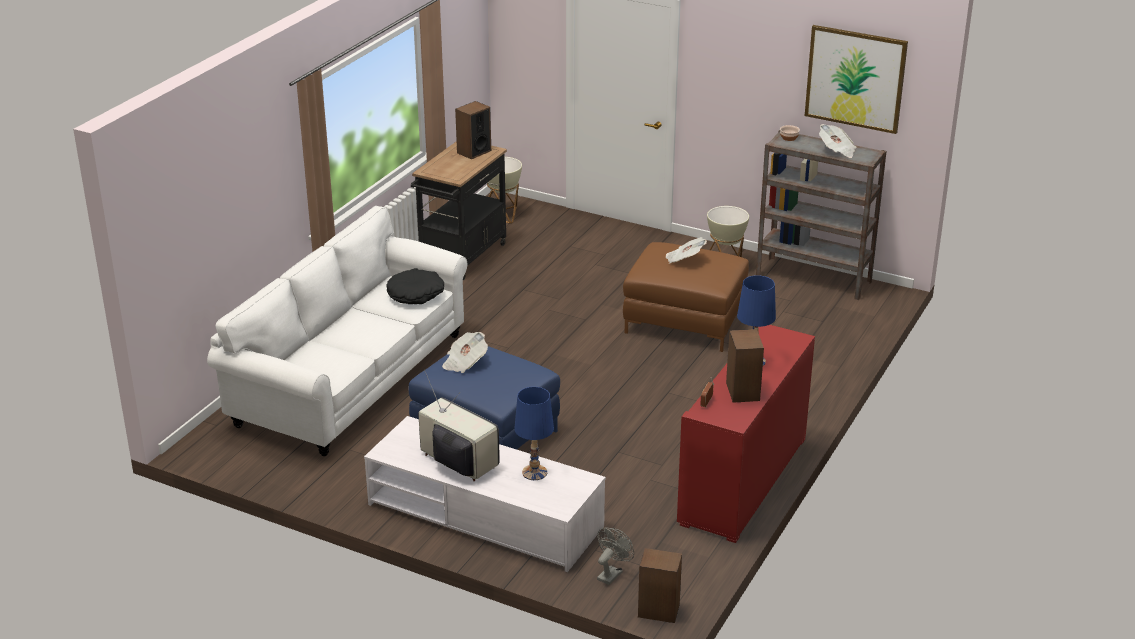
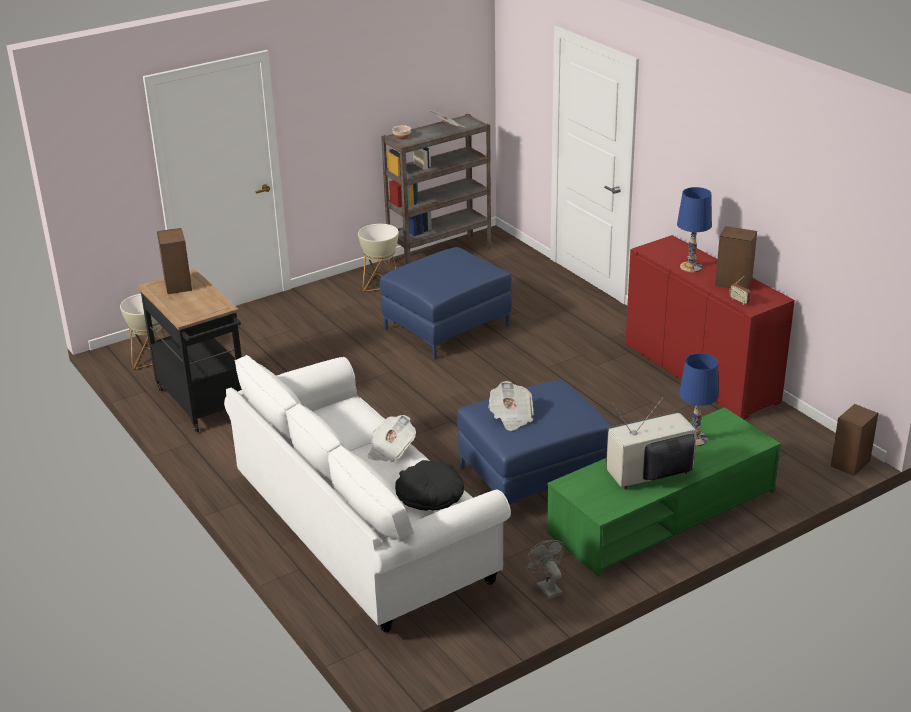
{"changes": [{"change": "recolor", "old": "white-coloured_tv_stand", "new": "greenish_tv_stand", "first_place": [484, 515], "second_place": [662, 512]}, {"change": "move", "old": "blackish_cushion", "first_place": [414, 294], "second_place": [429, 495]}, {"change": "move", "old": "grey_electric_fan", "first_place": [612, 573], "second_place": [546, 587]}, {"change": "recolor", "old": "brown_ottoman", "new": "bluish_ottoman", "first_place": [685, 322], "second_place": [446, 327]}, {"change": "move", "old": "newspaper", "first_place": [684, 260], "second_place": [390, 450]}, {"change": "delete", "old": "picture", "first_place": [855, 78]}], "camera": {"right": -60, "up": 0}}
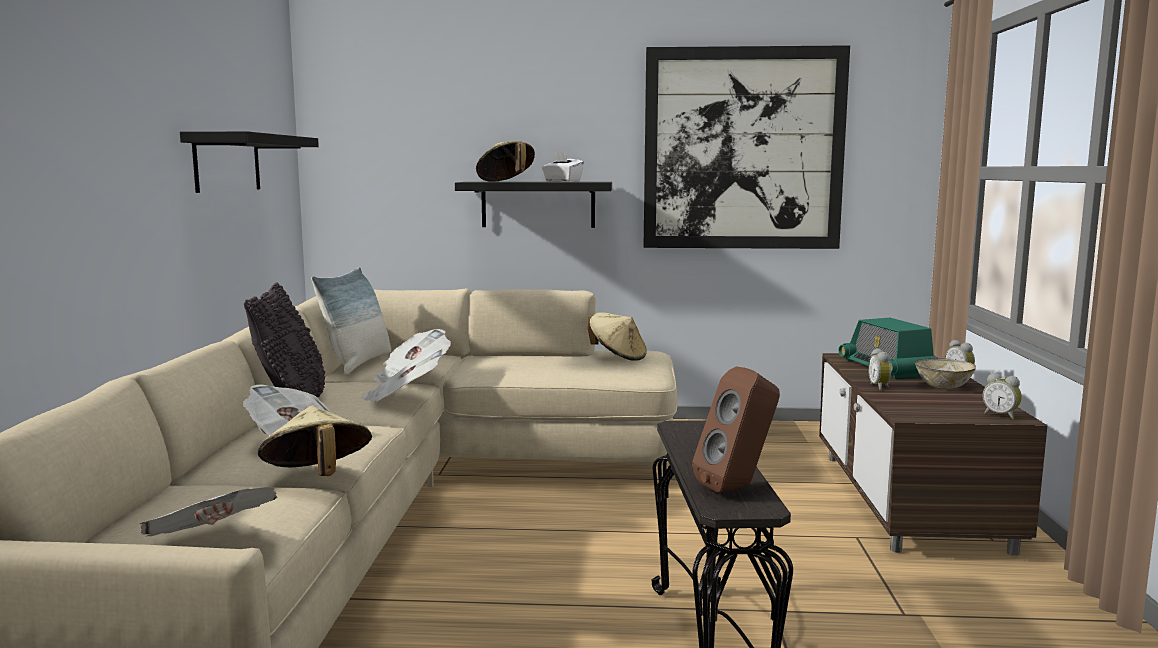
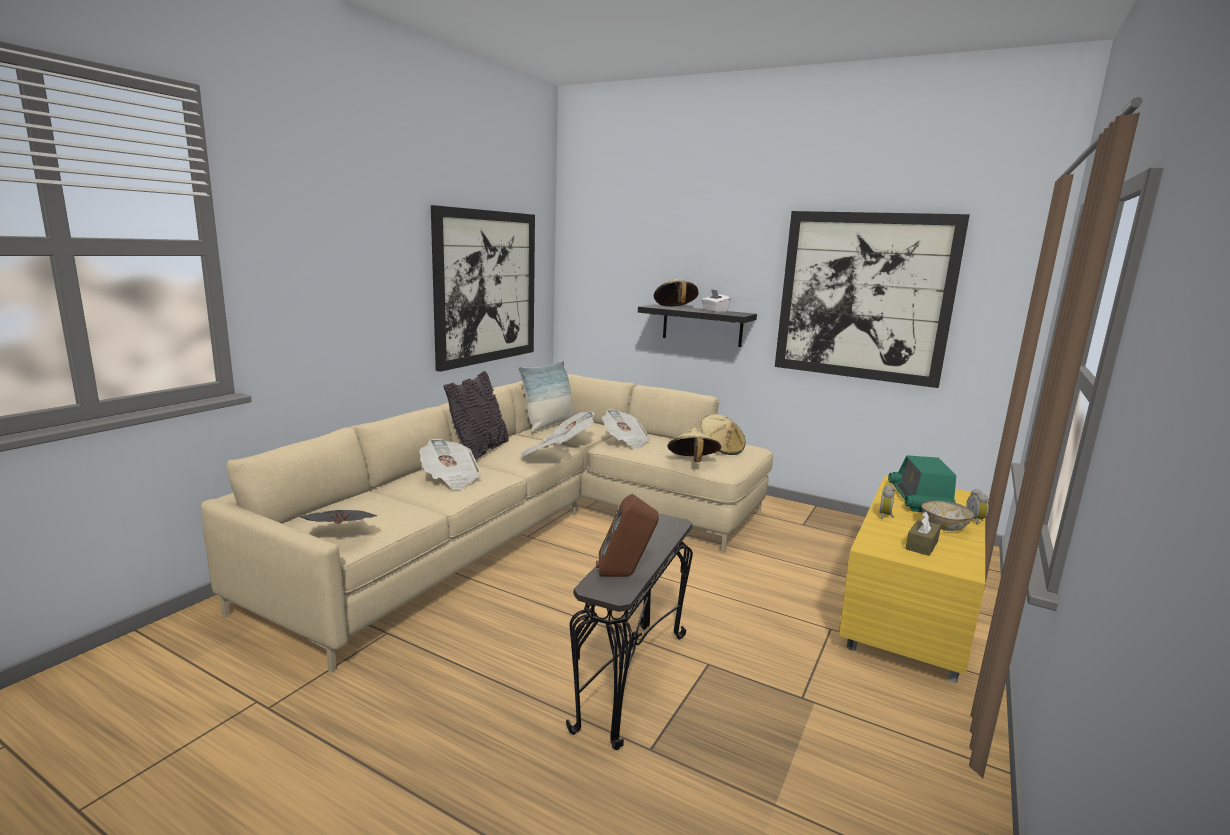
{"changes": [{"change": "replace", "old": "blackish_shelf", "new": "picture", "first_place": [227, 163], "second_place": [486, 287]}, {"change": "move", "old": "beige_clothing_hat", "first_place": [317, 477], "second_place": [692, 462]}, {"change": "recolor", "old": "brown_tv_stand", "new": "yellow_tv_stand", "first_place": [908, 500], "second_place": [908, 611]}, {"change": "delete", "old": "alarm_clock", "first_place": [1001, 415]}, {"change": "insert", "new": "newspaper", "second_place": [625, 442]}, {"change": "insert", "new": "brown_tissue_holder", "second_place": [921, 545]}], "camera": {"right": 25, "up": 5}}
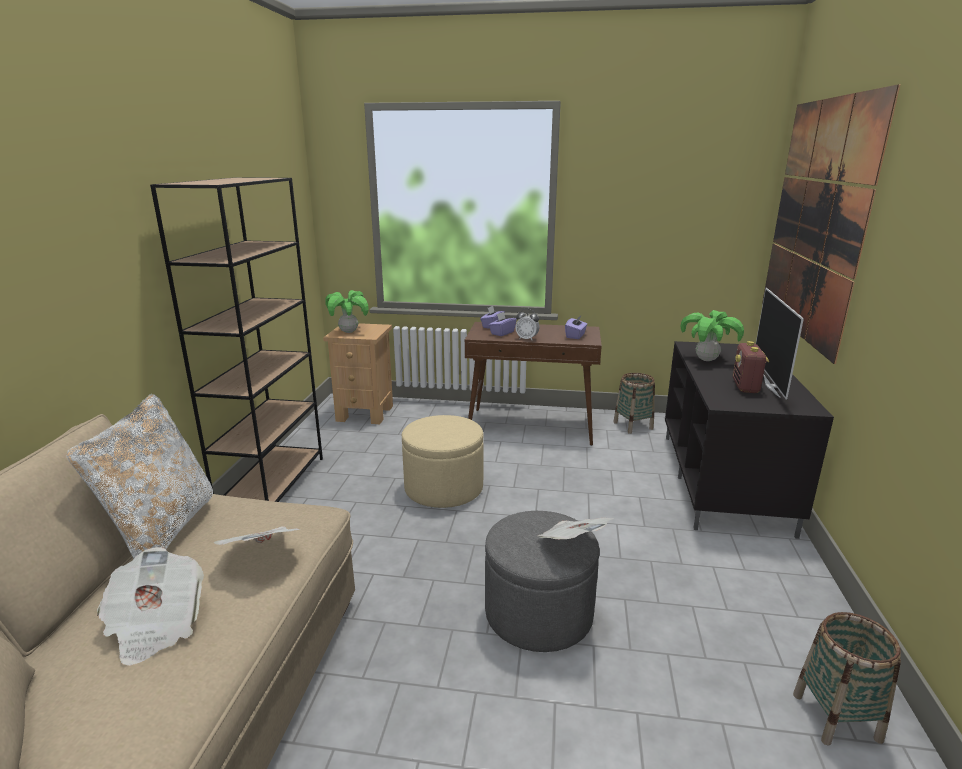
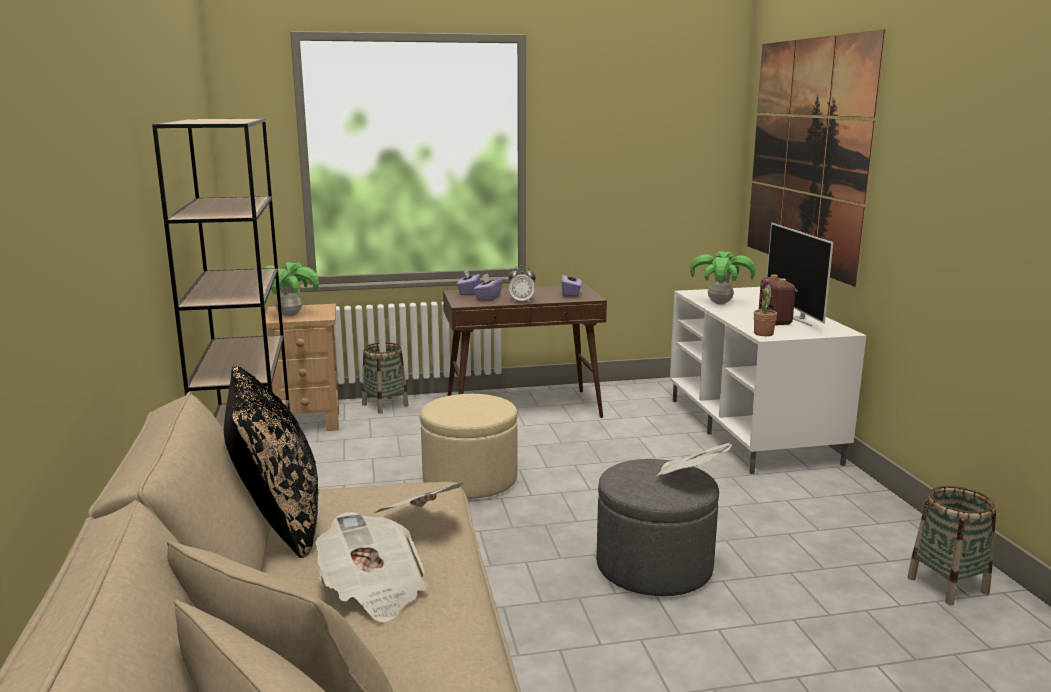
{"changes": [{"change": "recolor", "old": "white-coloured_cushion", "new": "blackish_cushion", "first_place": [165, 532], "second_place": [279, 525]}, {"change": "move", "old": "basket", "first_place": [633, 425], "second_place": [385, 405]}, {"change": "recolor", "old": "blackish_tv_stand", "new": "white-coloured_tv_stand", "first_place": [724, 482], "second_place": [753, 430]}, {"change": "insert", "new": "houseplant", "second_place": [763, 334]}], "camera": {"right": -20, "up": -5}}
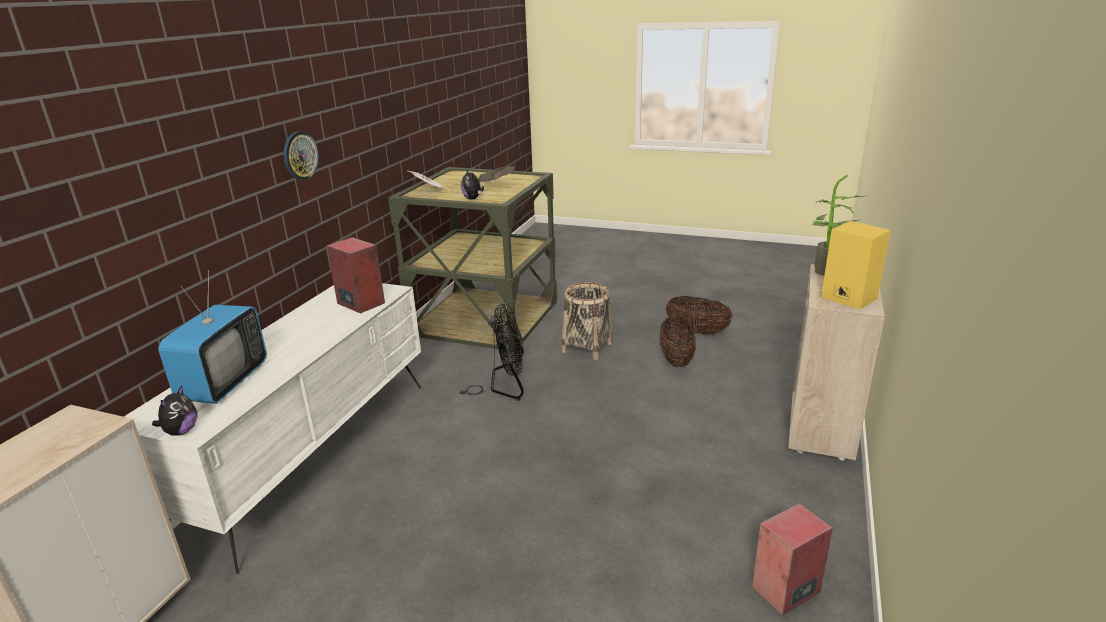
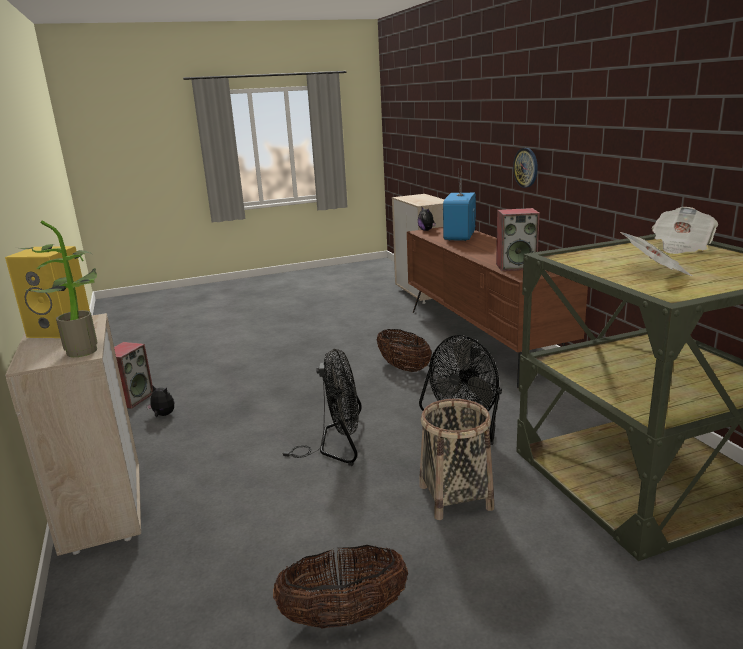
{"changes": [{"change": "recolor", "old": "white-coloured_tv_stand", "new": "brown_tv_stand", "first_place": [313, 455], "second_place": [483, 339]}, {"change": "rotate", "old": "TV", "first_place": [224, 383], "second_place": [460, 237], "degrees": 45}, {"change": "move", "old": "clock_on_the_wall", "first_place": [300, 155], "second_place": [526, 167]}, {"change": "move", "old": "soft_toy", "first_place": [473, 198], "second_place": [163, 415]}, {"change": "move", "old": "basket", "first_place": [676, 359], "second_place": [404, 368]}, {"change": "insert", "new": "blackish_electric_fan", "second_place": [335, 443]}], "camera": {"right": 140, "up": -5}}
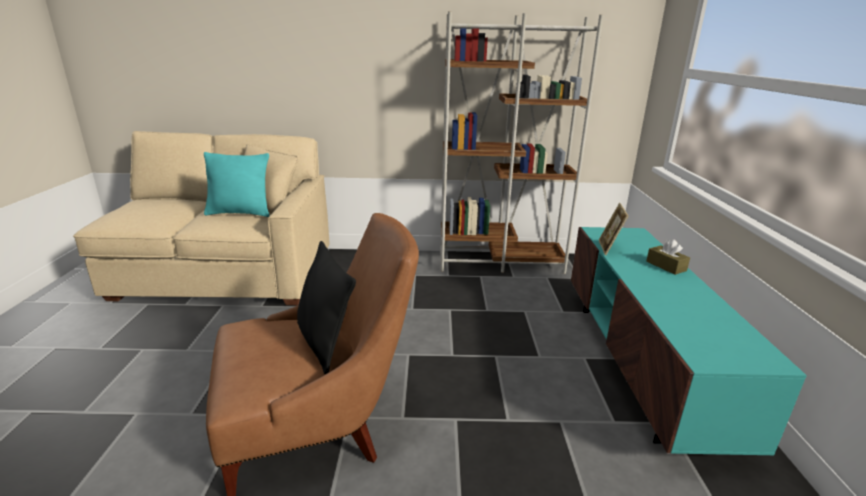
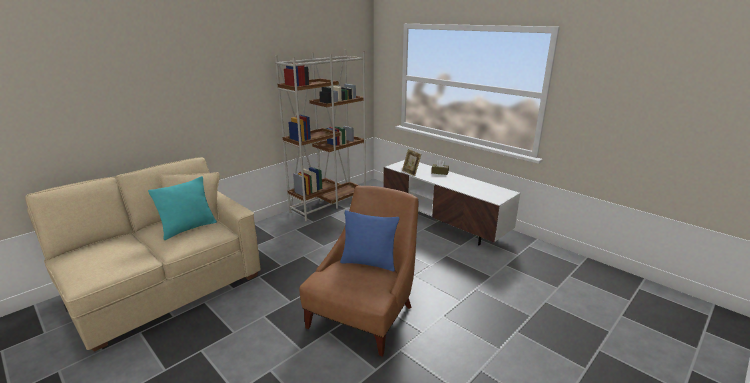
{"changes": [{"change": "recolor", "old": "blackish_cushion", "new": "bluish_cushion", "first_place": [324, 343], "second_place": [369, 263]}, {"change": "recolor", "old": "turquoise_tv_stand", "new": "white-coloured_tv_stand", "first_place": [641, 365], "second_place": [443, 222]}], "camera": {"right": -45, "up": 0}}
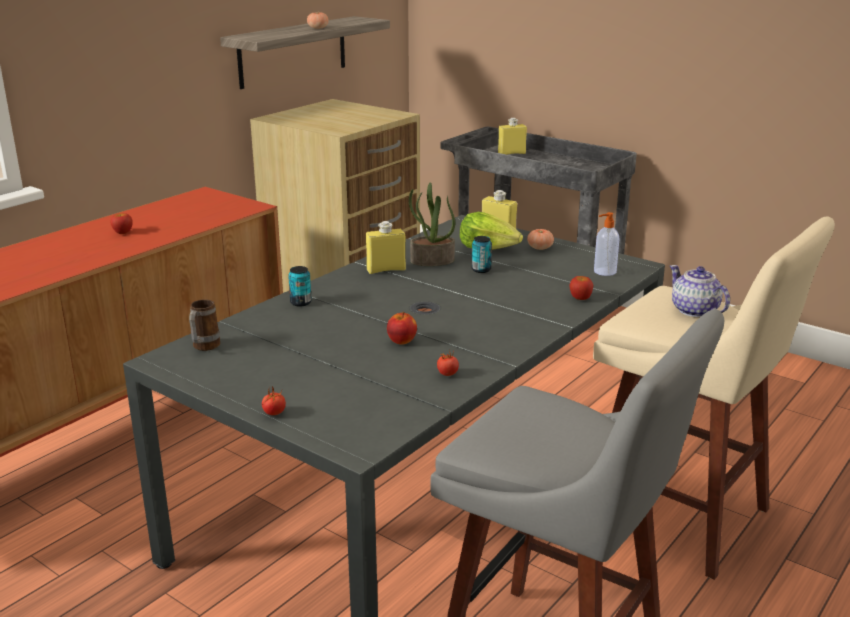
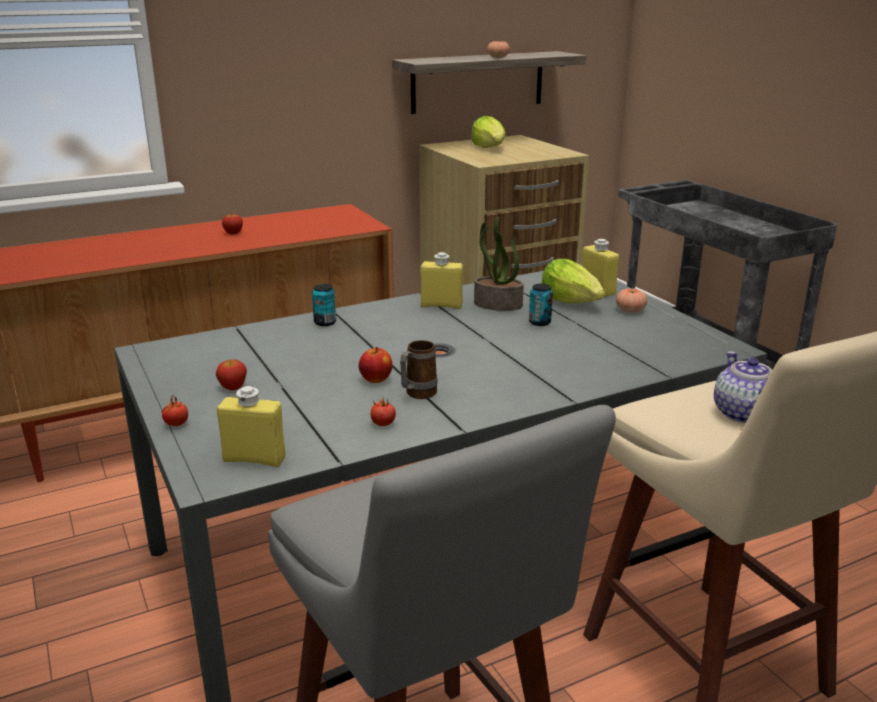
{"changes": [{"change": "move", "old": "coffee_mug", "first_place": [204, 347], "second_place": [417, 395]}, {"change": "move", "old": "yellow_drink_bottle", "first_place": [511, 153], "second_place": [254, 459]}, {"change": "move", "old": "apple", "first_place": [580, 298], "second_place": [233, 387]}, {"change": "delete", "old": "liquid_soap_bottle", "first_place": [604, 272]}, {"change": "insert", "new": "head_of_lettuce", "second_place": [490, 148]}], "camera": {"right": 25, "up": 0}}
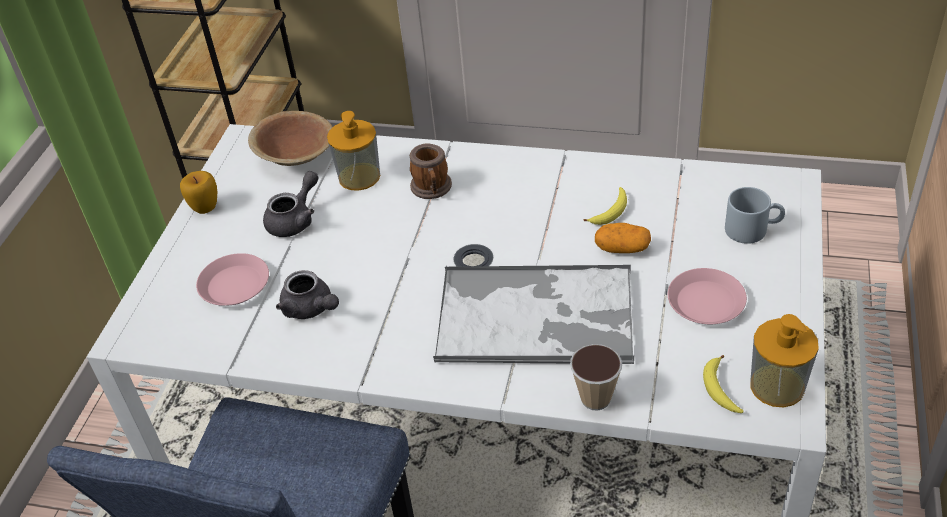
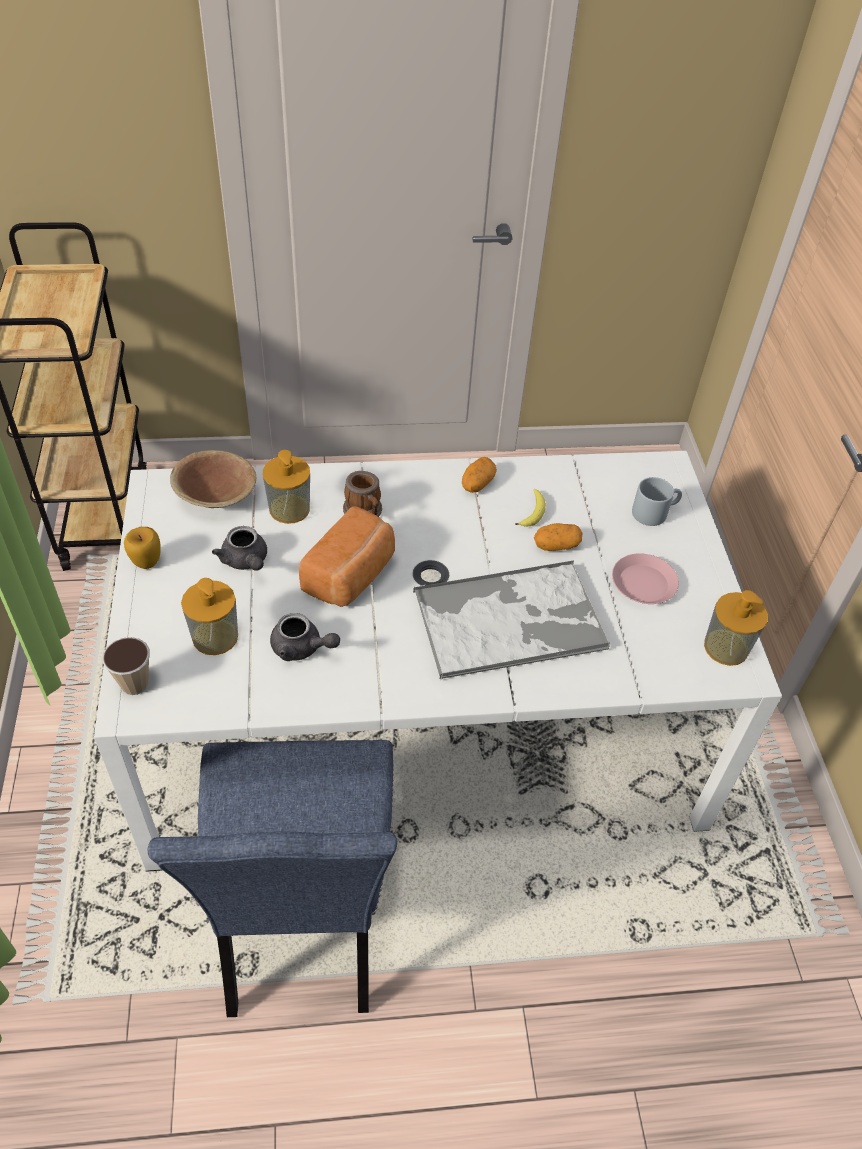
{"changes": [{"change": "replace", "old": "pink_dinner_plate", "new": "liquid_soap_bottle", "first_place": [234, 285], "second_place": [215, 637]}, {"change": "rotate", "old": "grey_tea_pot", "first_place": [295, 220], "second_place": [246, 561], "degrees": 135}, {"change": "move", "old": "drinking_cup", "first_place": [595, 398], "second_place": [135, 684]}, {"change": "delete", "old": "banana", "first_place": [720, 390]}, {"change": "insert", "new": "baked_bread", "second_place": [352, 575]}, {"change": "insert", "new": "spud", "second_place": [477, 483]}], "camera": {"right": -25, "up": 5}}
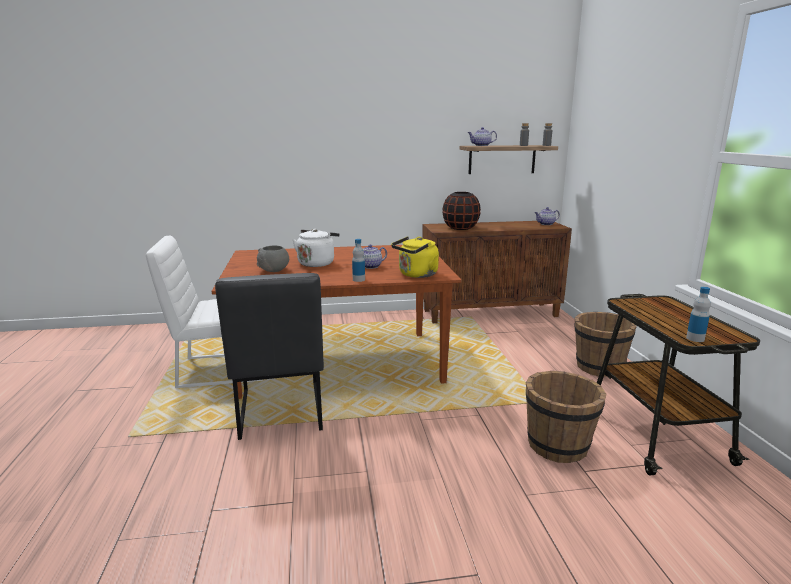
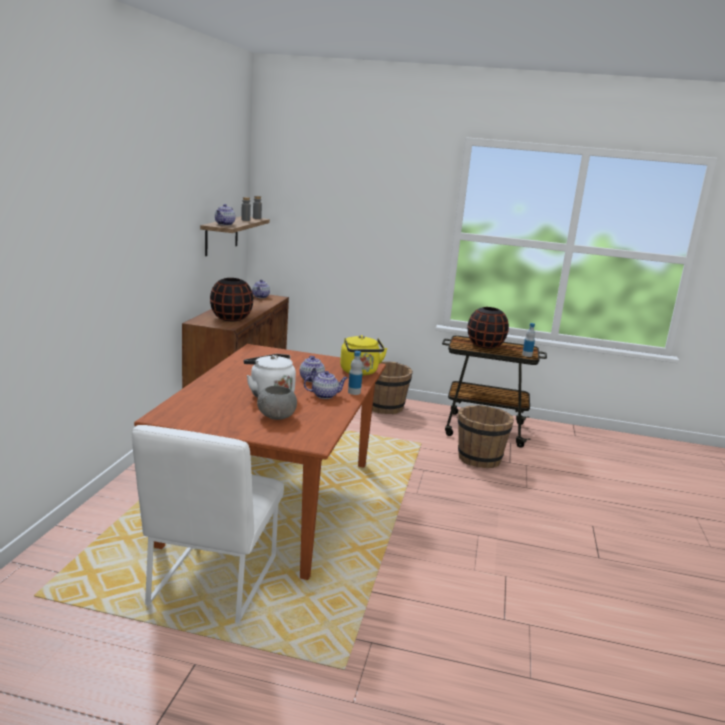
{"changes": [{"change": "delete", "old": "grey_upright_chair", "first_place": [280, 411]}, {"change": "insert", "new": "tea_pot", "second_place": [325, 395]}, {"change": "insert", "new": "blackish_vase", "second_place": [485, 345]}], "camera": {"right": -70, "up": 0}}
